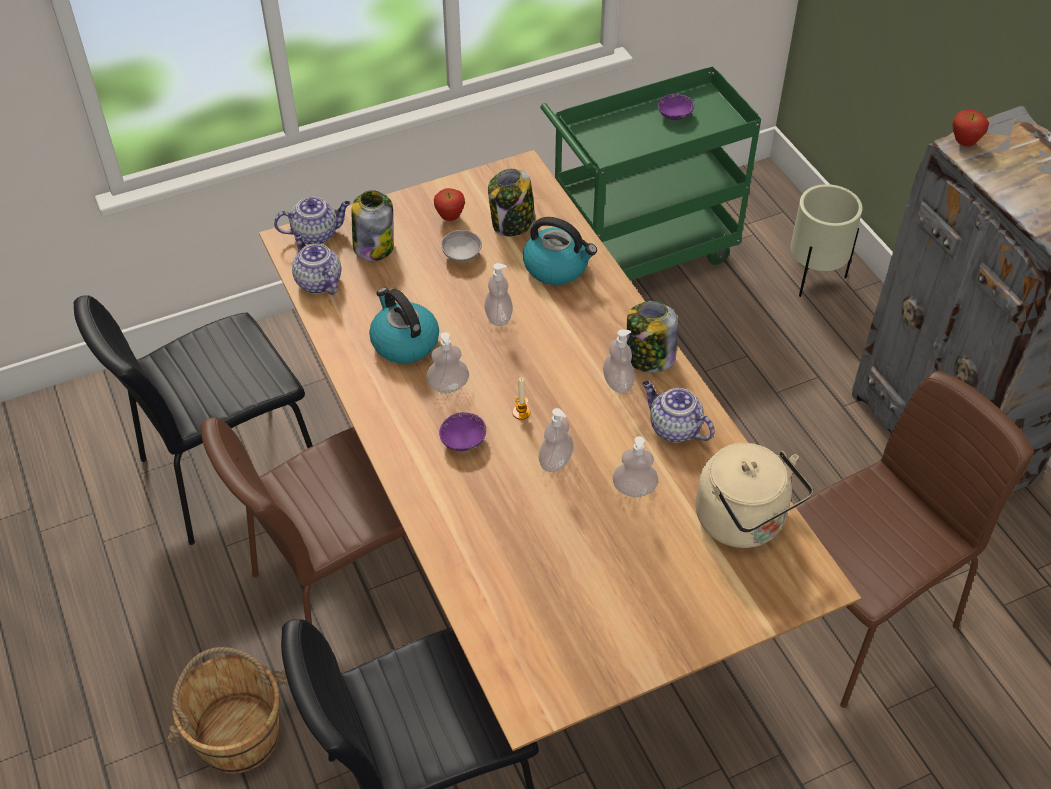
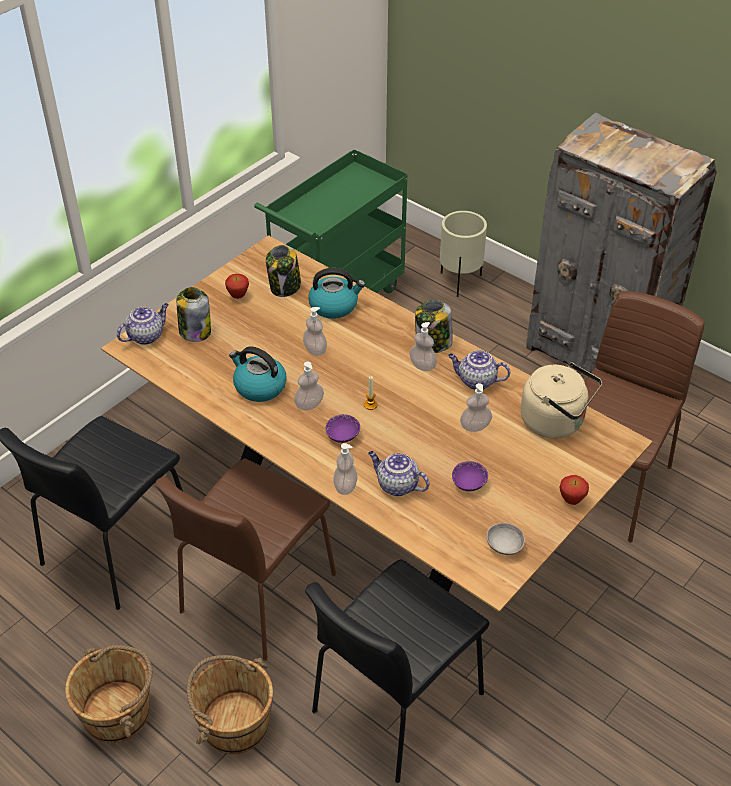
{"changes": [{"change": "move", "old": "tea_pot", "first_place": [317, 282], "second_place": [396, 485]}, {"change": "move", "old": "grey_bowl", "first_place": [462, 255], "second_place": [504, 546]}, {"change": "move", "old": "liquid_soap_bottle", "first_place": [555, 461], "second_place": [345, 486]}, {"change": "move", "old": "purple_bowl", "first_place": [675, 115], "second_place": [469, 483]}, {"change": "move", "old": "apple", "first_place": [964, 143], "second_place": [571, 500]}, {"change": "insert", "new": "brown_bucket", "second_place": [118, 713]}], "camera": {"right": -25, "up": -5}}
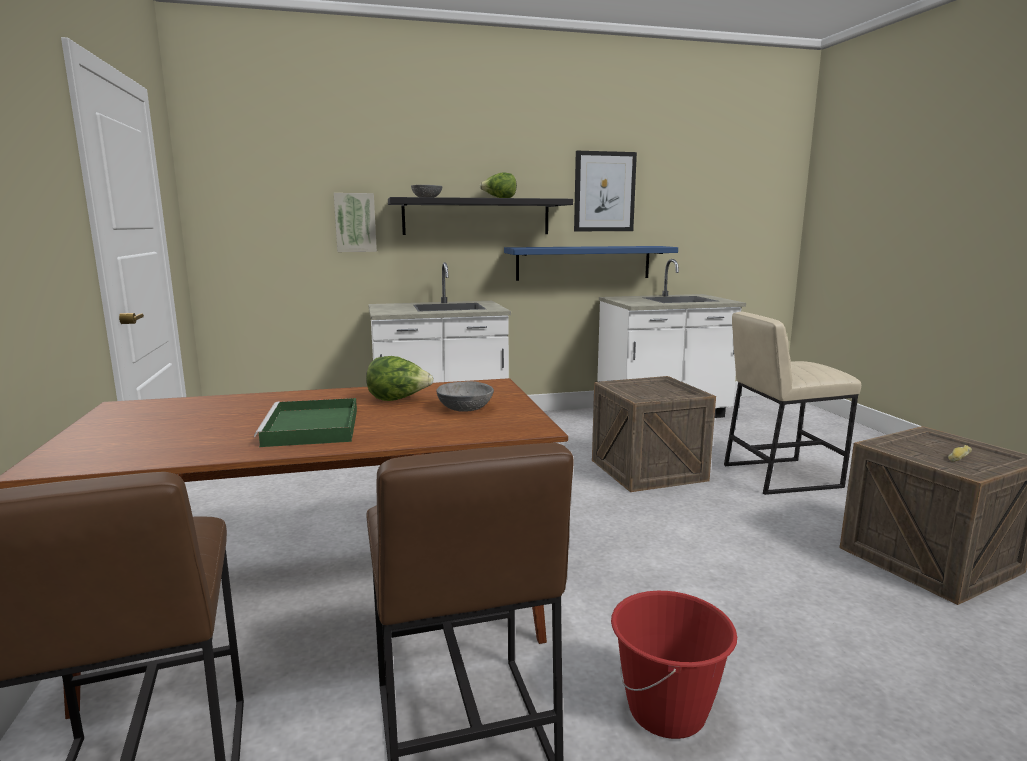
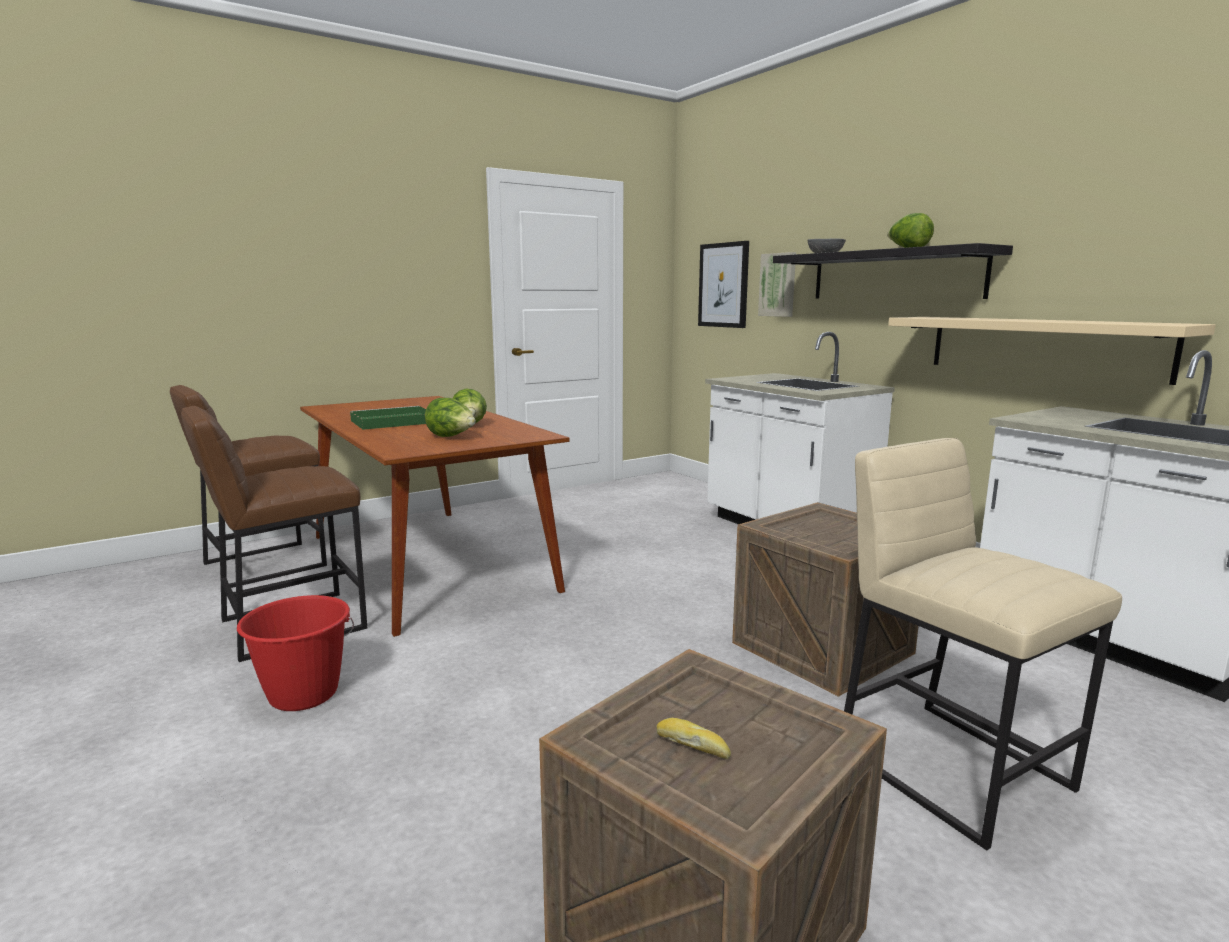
{"changes": [{"change": "replace", "old": "grey_bowl", "new": "head_of_lettuce", "first_place": [464, 408], "second_place": [451, 437]}, {"change": "recolor", "old": "bluish_shelf", "new": "beige_shelf", "first_place": [583, 263], "second_place": [1043, 346]}, {"change": "move", "old": "picture", "first_place": [604, 192], "second_place": [723, 285]}], "camera": {"right": 70, "up": 0}}
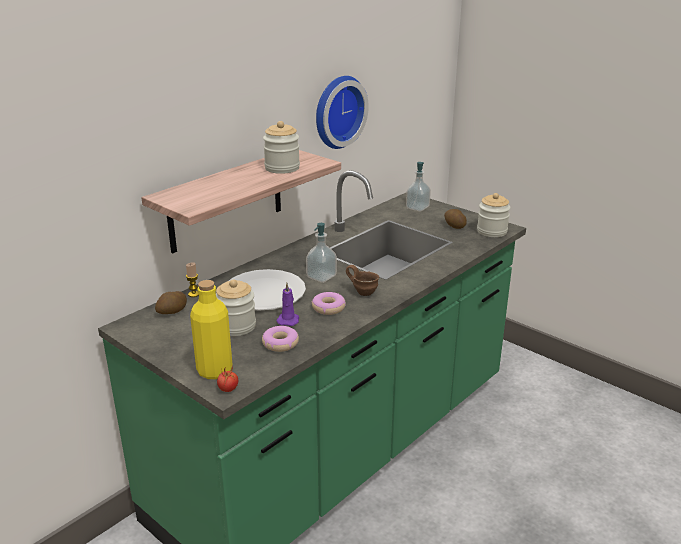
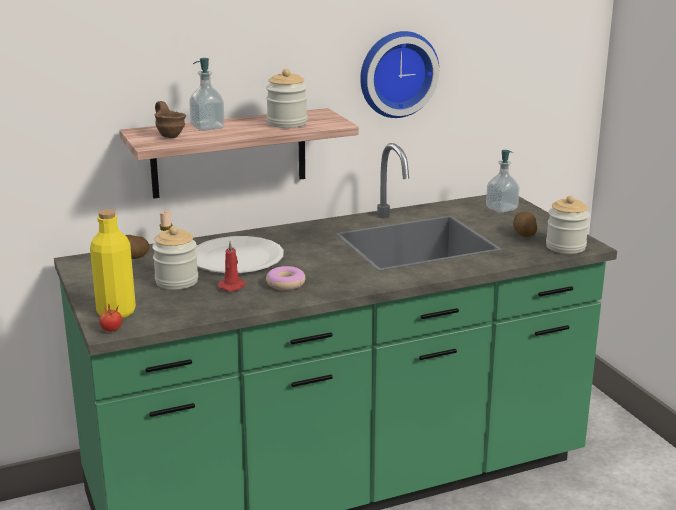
{"changes": [{"change": "delete", "old": "ring_doughnut", "first_place": [280, 343]}, {"change": "recolor", "old": "purple_wax_candle", "new": "red_wax_candle", "first_place": [288, 320], "second_place": [232, 286]}, {"change": "move", "old": "liquid_soap_bottle", "first_place": [321, 277], "second_place": [207, 127]}, {"change": "move", "old": "brown_coffee_mug", "first_place": [363, 292], "second_place": [171, 135]}], "camera": {"right": 25, "up": -5}}
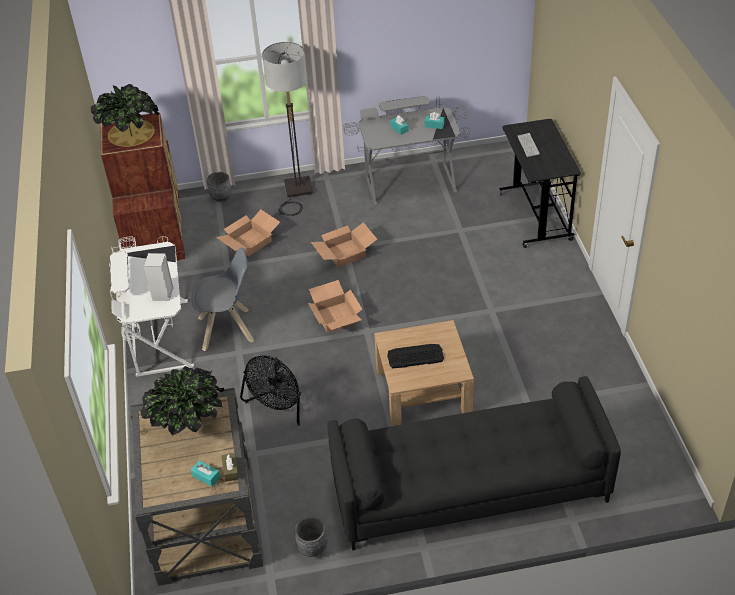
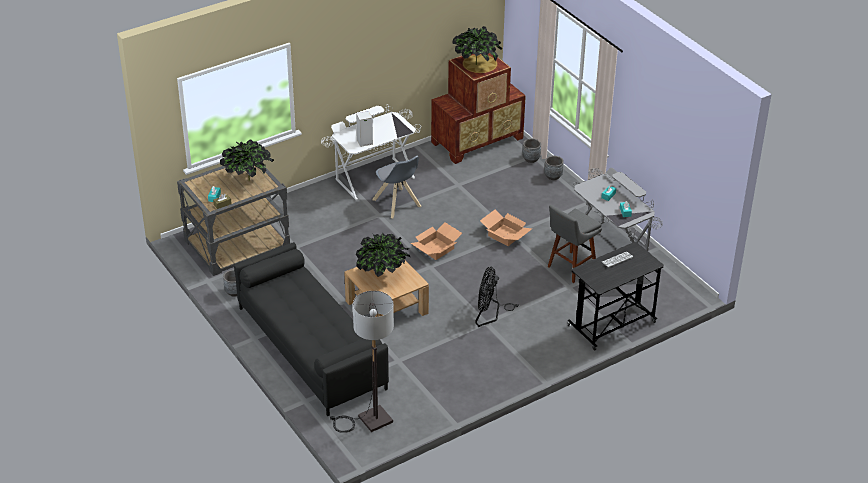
{"changes": [{"change": "delete", "old": "packing_box", "first_place": [250, 241]}, {"change": "move", "old": "blackish_electric_fan", "first_place": [277, 403], "second_place": [491, 310]}, {"change": "move", "old": "standard_lamp", "first_place": [296, 194], "second_place": [366, 421]}, {"change": "replace", "old": "PC_keyboard", "new": "houseplant", "first_place": [415, 356], "second_place": [383, 274]}, {"change": "insert", "new": "grey_planter", "second_place": [553, 176]}, {"change": "insert", "new": "grey_stool_seat", "second_place": [570, 268]}], "camera": {"right": 65, "up": -5}}
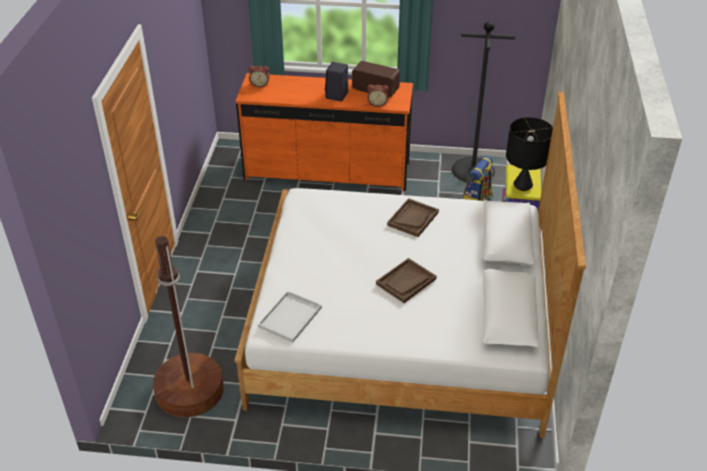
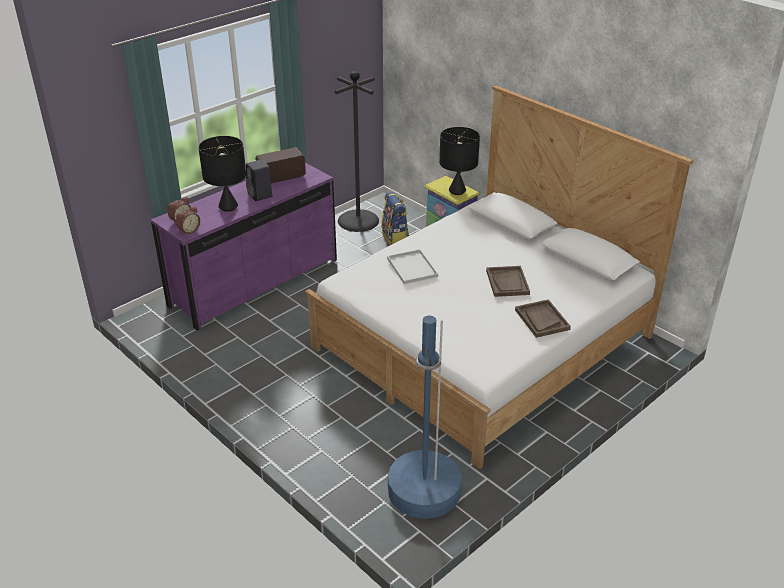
{"changes": [{"change": "recolor", "old": "brown_standard_lamp", "new": "bluish_standard_lamp", "first_place": [189, 390], "second_place": [423, 490]}, {"change": "recolor", "old": "orange_chest_of_drawers", "new": "purple_chest_of_drawers", "first_place": [328, 171], "second_place": [256, 282]}, {"change": "move", "old": "white-coloured_carrying_tray", "first_place": [290, 318], "second_place": [413, 268]}, {"change": "move", "old": "alarm_clock", "first_place": [377, 103], "second_place": [188, 230]}, {"change": "move", "old": "brown_carrying_tray", "first_place": [413, 219], "second_place": [542, 319]}, {"change": "insert", "new": "blackish_table_lamp", "second_place": [228, 207]}], "camera": {"right": -50, "up": -5}}
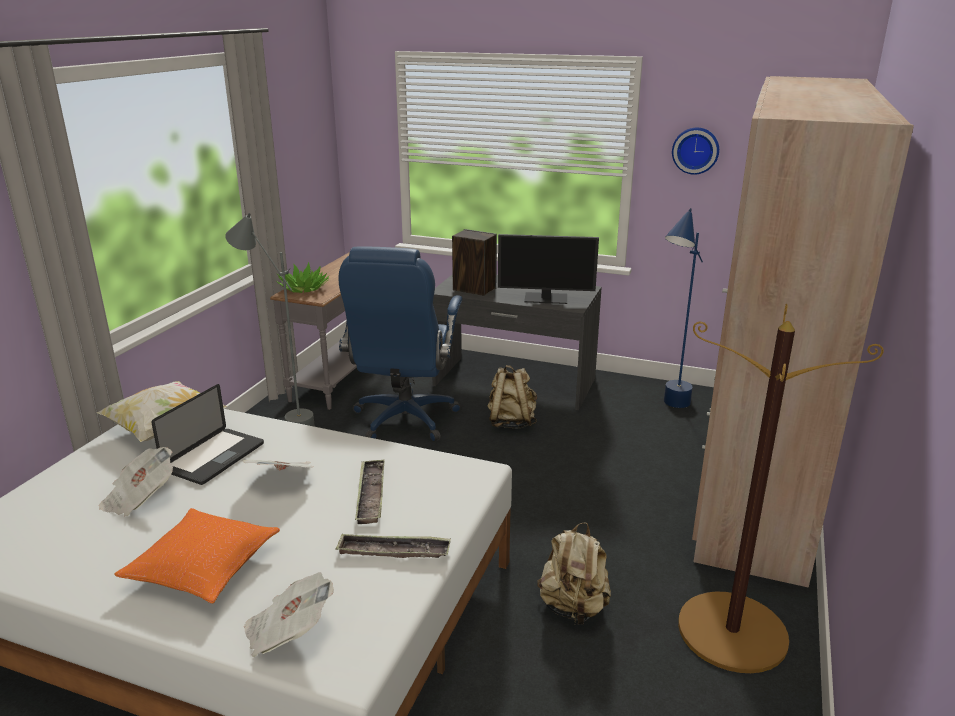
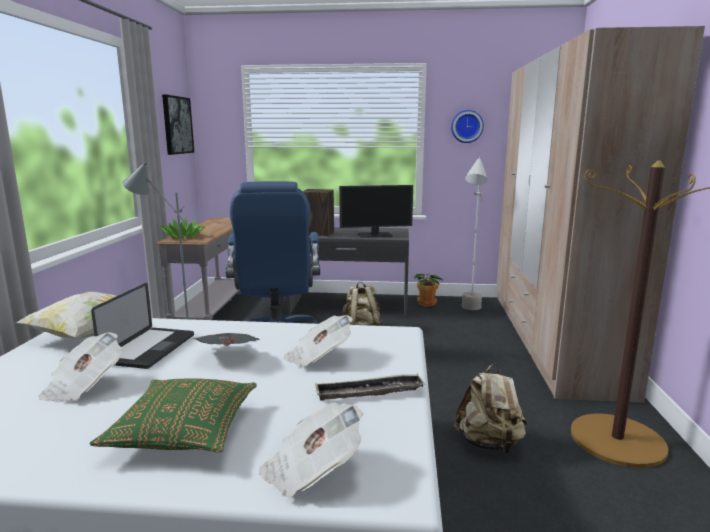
{"changes": [{"change": "recolor", "old": "orange_cushion", "new": "greenish_cushion", "first_place": [204, 568], "second_place": [184, 431]}, {"change": "replace", "old": "carrying_tray", "new": "newspaper", "first_place": [371, 495], "second_place": [318, 357]}, {"change": "recolor", "old": "bluish_standard_lamp", "new": "grey_standard_lamp", "first_place": [669, 410], "second_place": [470, 312]}, {"change": "insert", "new": "picture", "second_place": [177, 125]}, {"change": "insert", "new": "houseplant", "second_place": [427, 303]}], "camera": {"right": -15, "up": -10}}
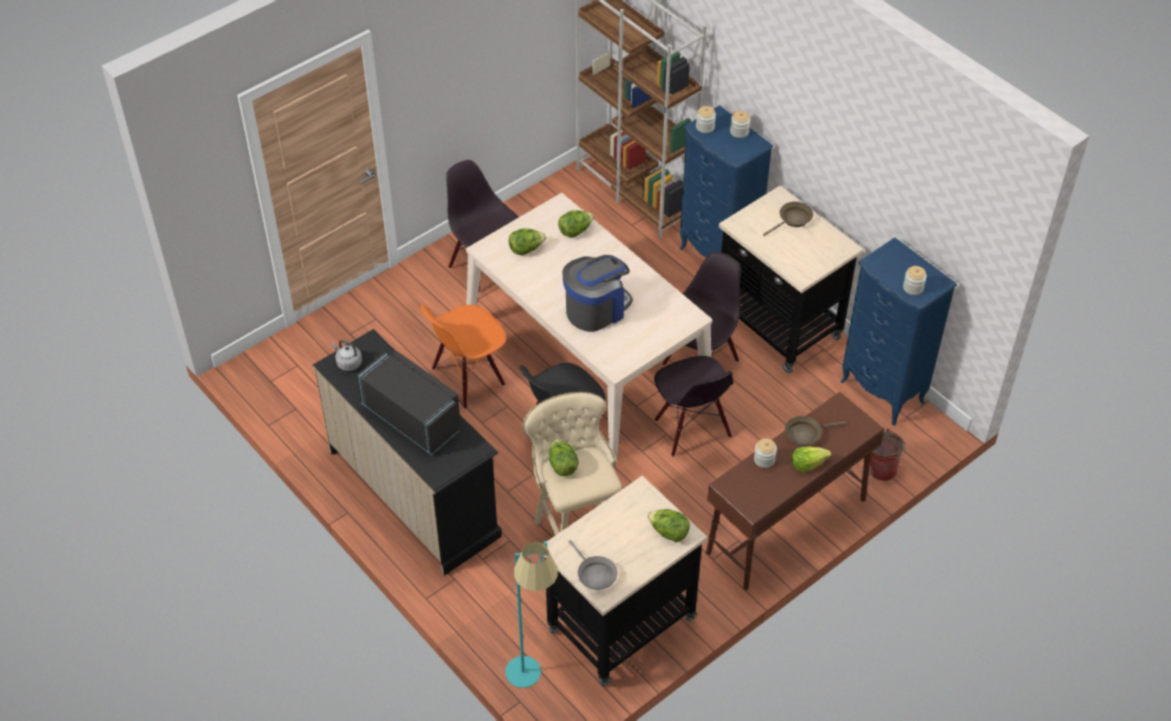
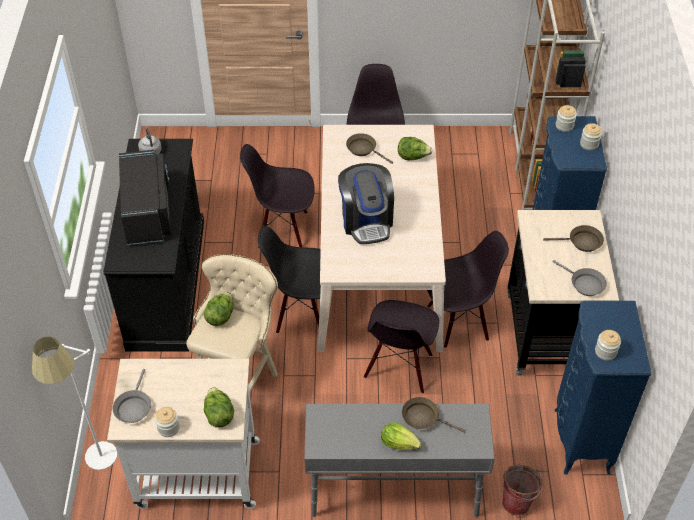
{"changes": [{"change": "recolor", "old": "orange_upright_chair", "new": "blackish_upright_chair", "first_place": [468, 378], "second_place": [283, 229]}, {"change": "recolor", "old": "turquoise_standard_lamp", "new": "white-coloured_standard_lamp", "first_place": [533, 683], "second_place": [99, 469]}, {"change": "replace", "old": "head_of_lettuce", "new": "brown_frying_pan", "first_place": [526, 249], "second_place": [363, 149]}, {"change": "recolor", "old": "blackish_trolley", "new": "white-coloured_trolley", "first_place": [621, 627], "second_place": [197, 475]}, {"change": "rotate", "old": "coffee_machine", "first_place": [596, 309], "second_place": [366, 220], "degrees": 75}, {"change": "recolor", "old": "brown_narrow_table", "new": "grey_narrow_table", "first_place": [785, 525], "second_place": [394, 489]}, {"change": "move", "old": "jar", "first_place": [764, 459], "second_place": [168, 428]}, {"change": "insert", "new": "grey_frying_pan", "second_place": [584, 284]}], "camera": {"right": 40, "up": 0}}
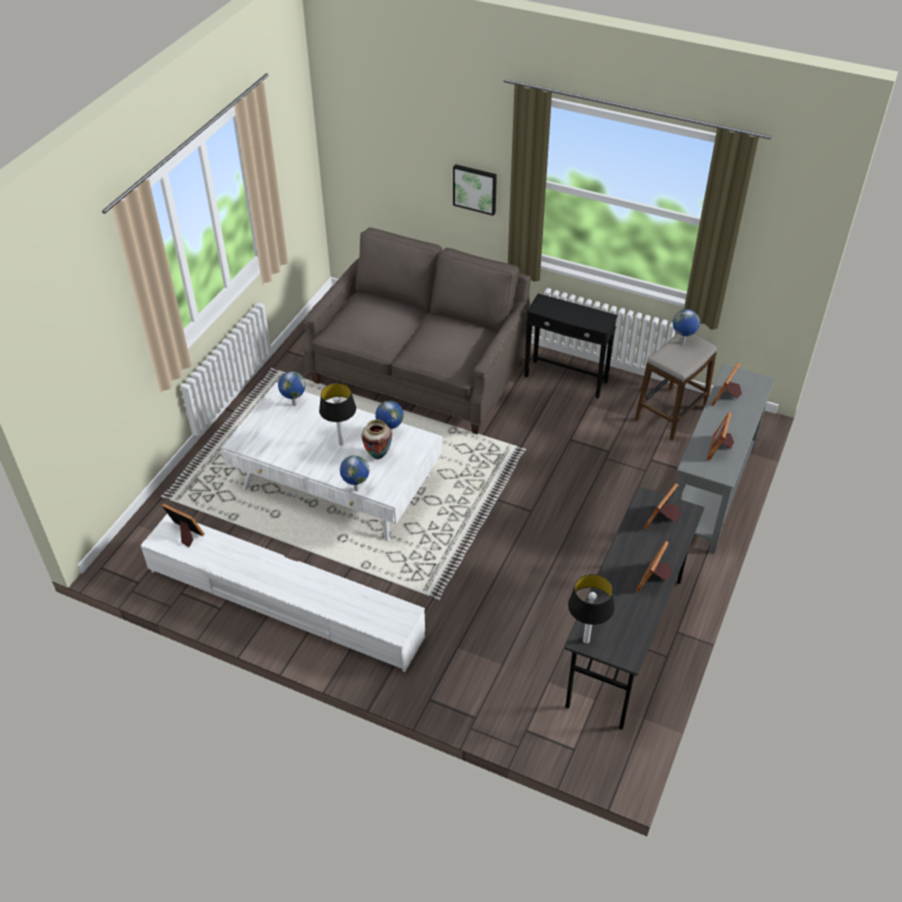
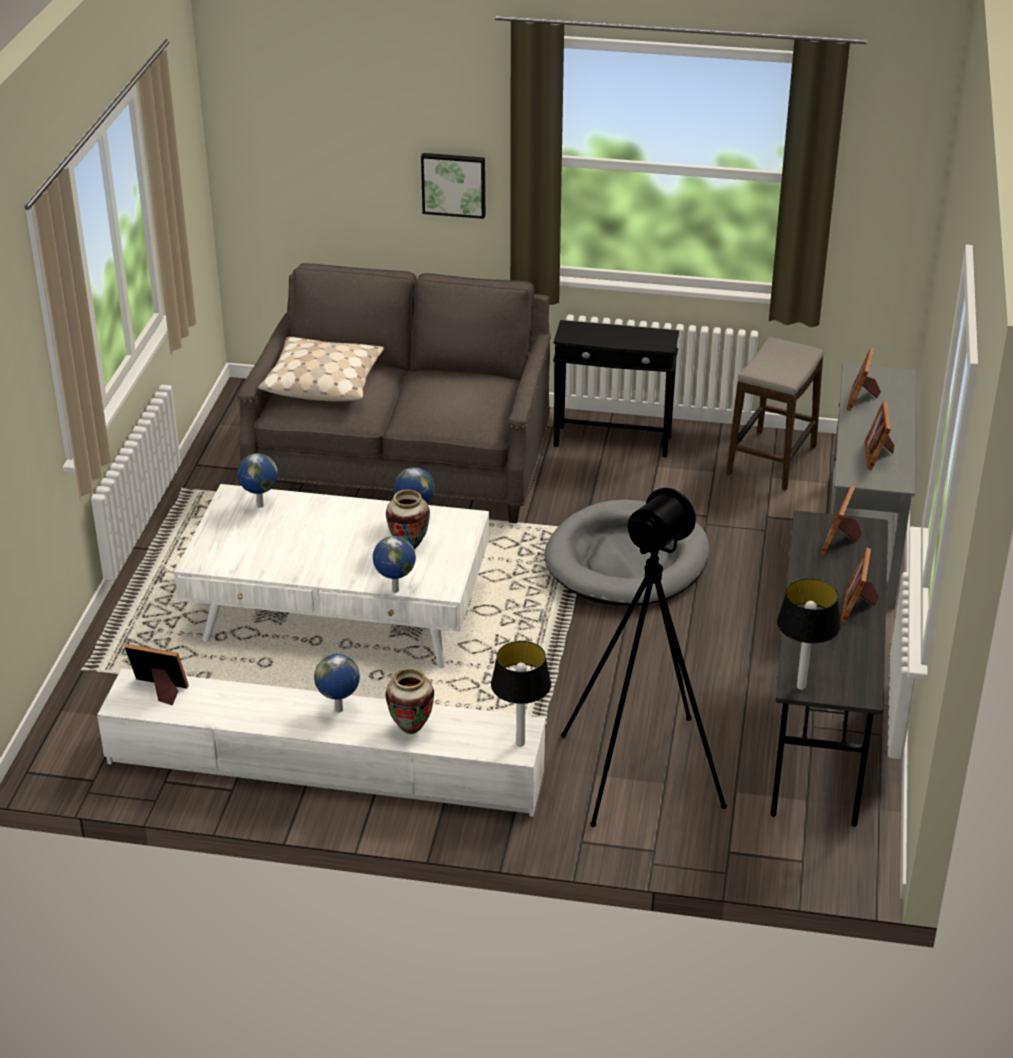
{"changes": [{"change": "move", "old": "table_lamp", "first_place": [341, 443], "second_place": [520, 743]}, {"change": "move", "old": "globe", "first_place": [682, 343], "second_place": [339, 710]}, {"change": "insert", "new": "beige_cushion", "second_place": [323, 382]}, {"change": "insert", "new": "vase", "second_place": [411, 729]}, {"change": "insert", "new": "grey_pet_bed", "second_place": [627, 560]}, {"change": "insert", "new": "blackish_standard_lamp", "second_place": [642, 771]}], "camera": {"right": -15, "up": -10}}
